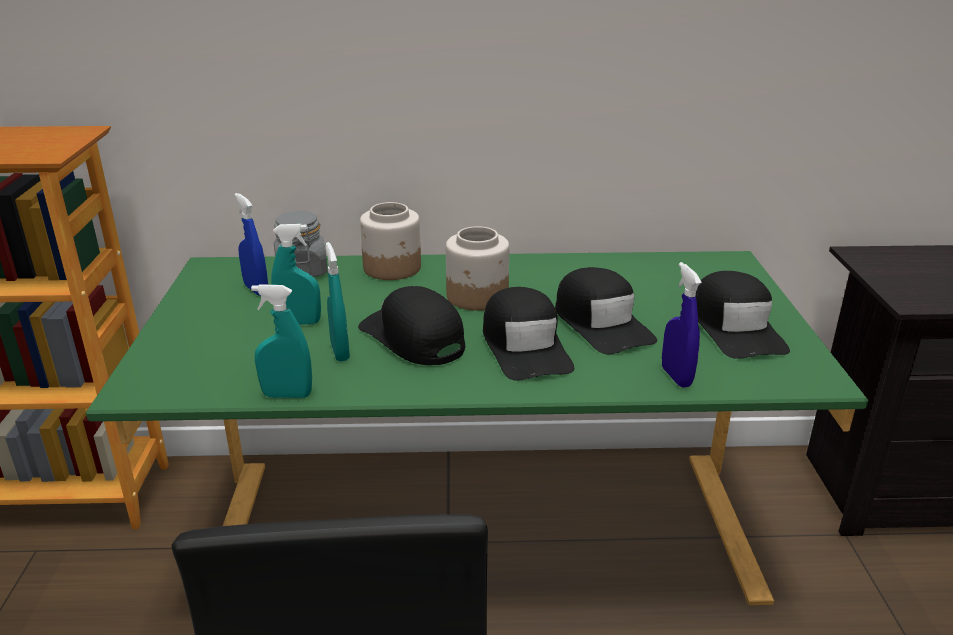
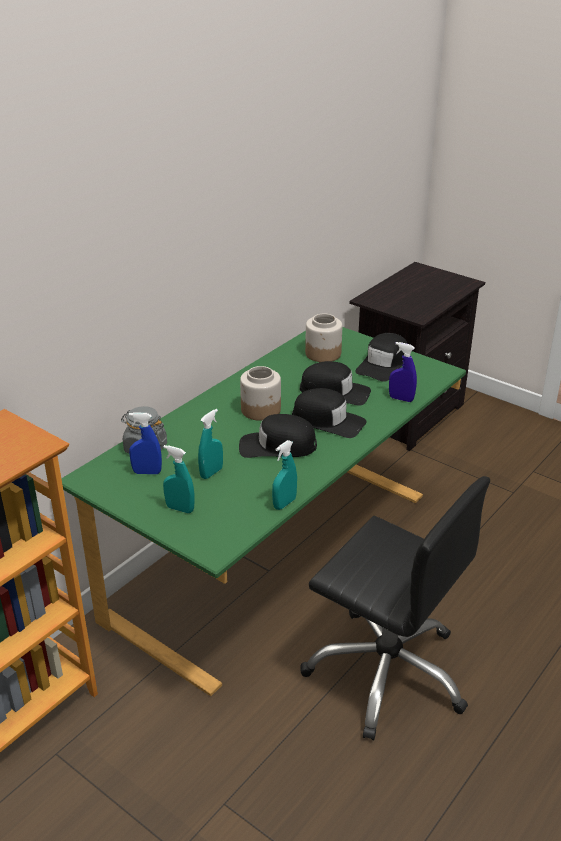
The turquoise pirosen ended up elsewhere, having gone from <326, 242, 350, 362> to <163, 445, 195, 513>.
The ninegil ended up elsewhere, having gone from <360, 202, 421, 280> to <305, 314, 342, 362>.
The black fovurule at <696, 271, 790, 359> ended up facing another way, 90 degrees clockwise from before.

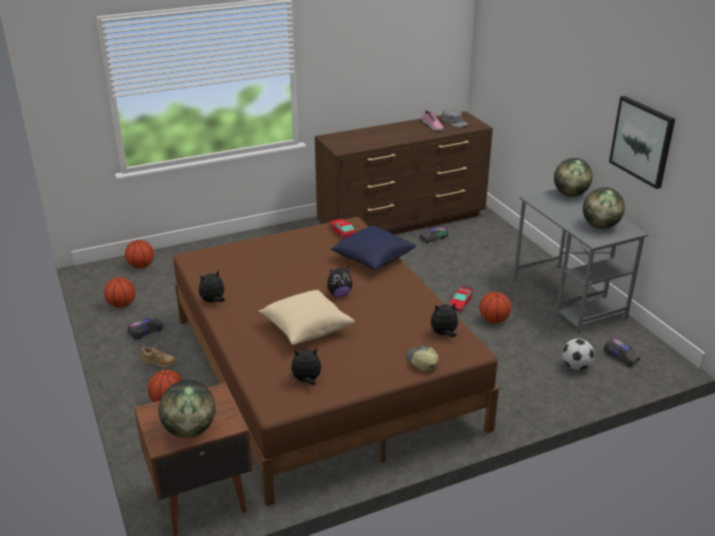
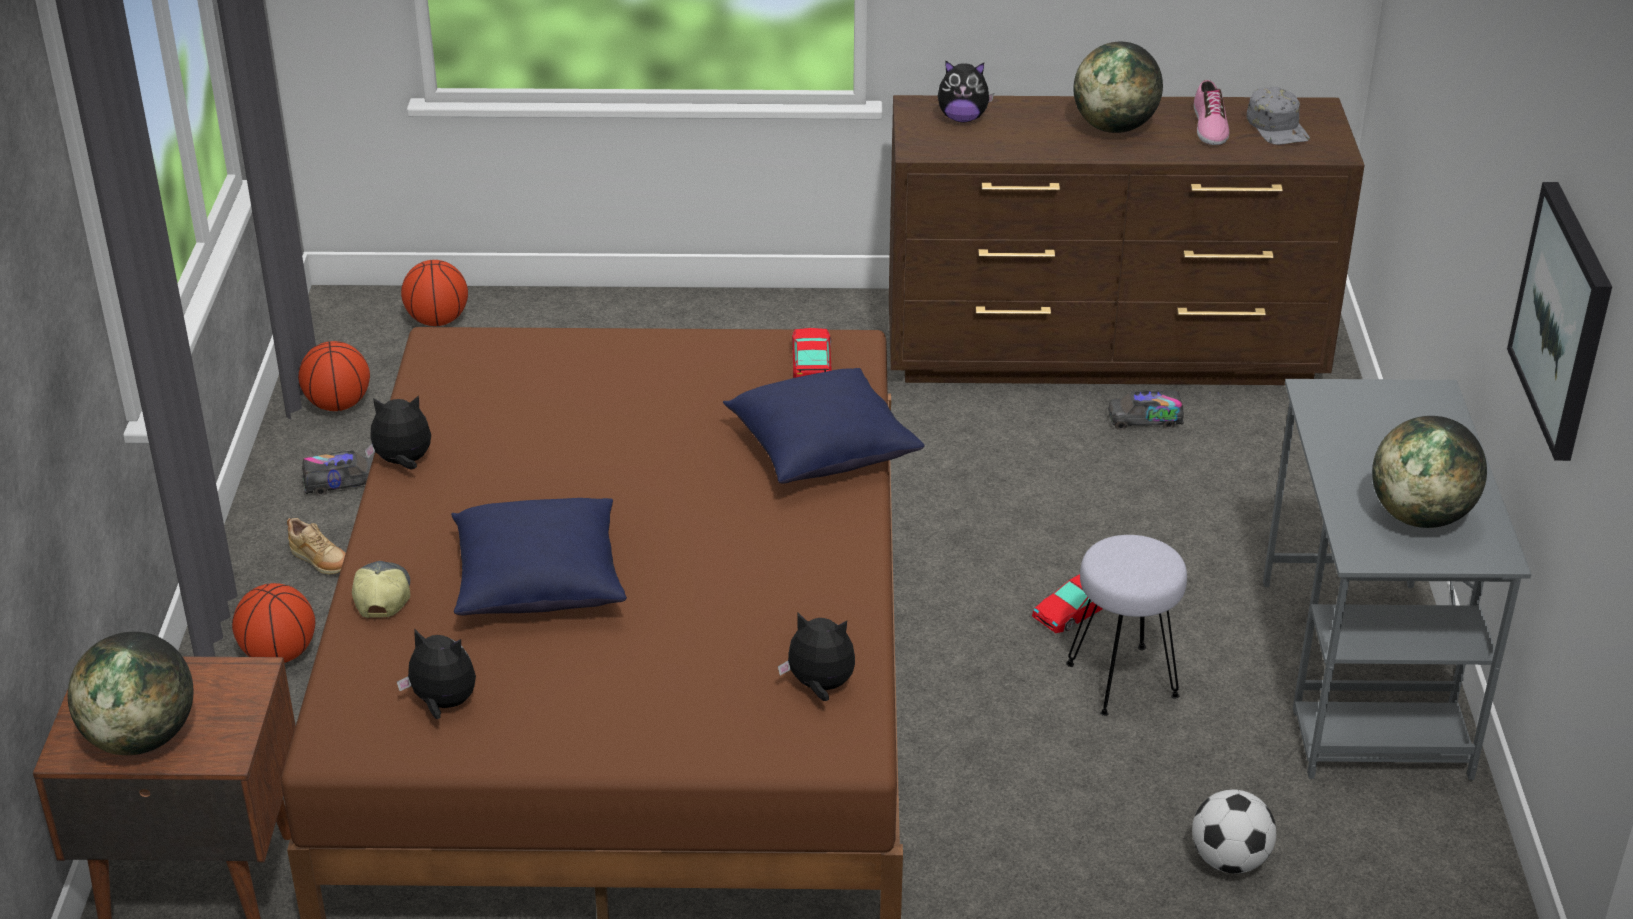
The second view lost the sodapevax at <603, 338, 640, 367>.
The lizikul ended up elsewhere, having gone from <327, 267, 353, 297> to <938, 61, 994, 122>.
The fovurule ended up elsewhere, having gone from <406, 346, 438, 372> to <352, 561, 410, 618>.
The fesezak ended up elsewhere, having gone from <554, 158, 593, 196> to <1073, 42, 1163, 133>.
Where the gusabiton stood at <479, 292, 511, 323>, the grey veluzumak came to stand at <1066, 535, 1187, 716>.
What was the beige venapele at <259, 290, 355, 345> turned into the blue venapele at <451, 498, 627, 615>.

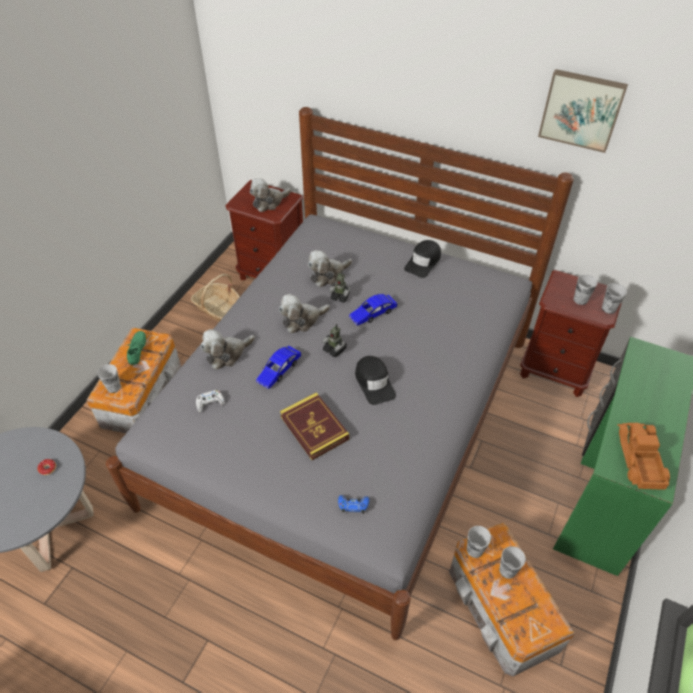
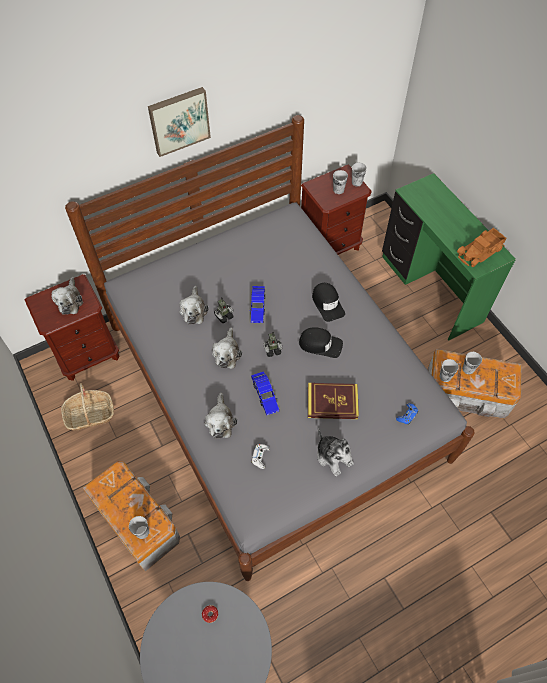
The second view lost the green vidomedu at <125, 331, 146, 365>.
The second view gained the lizikul at <317, 429, 354, 477>.
The black fovurule ended up elsewhere, having gone from <404, 240, 441, 278> to <312, 283, 345, 322>.
The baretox ended up elsewhere, having gone from <538, 69, 628, 153> to <148, 87, 211, 157>.
The sodapevax at <618, 423, 670, 490> ended up facing another way, 75 degrees counterclockwise from before.

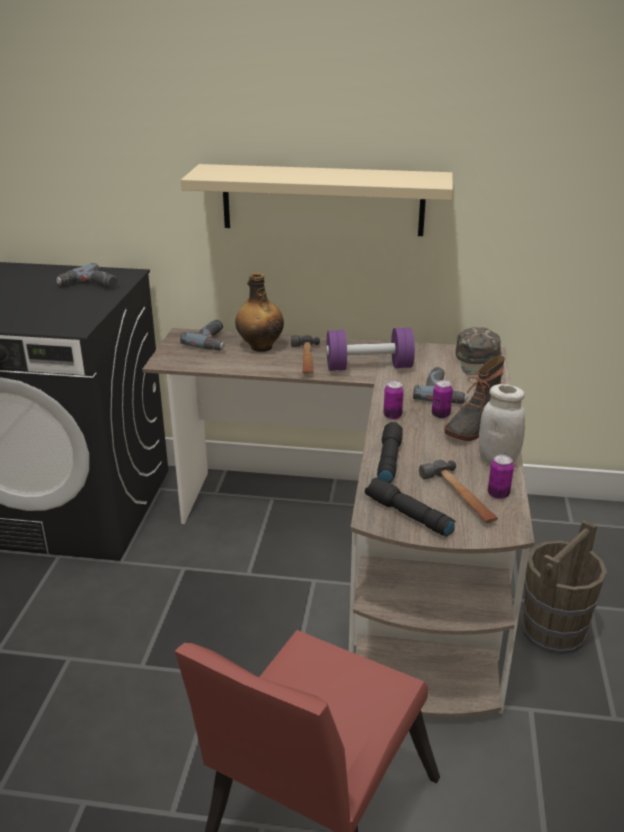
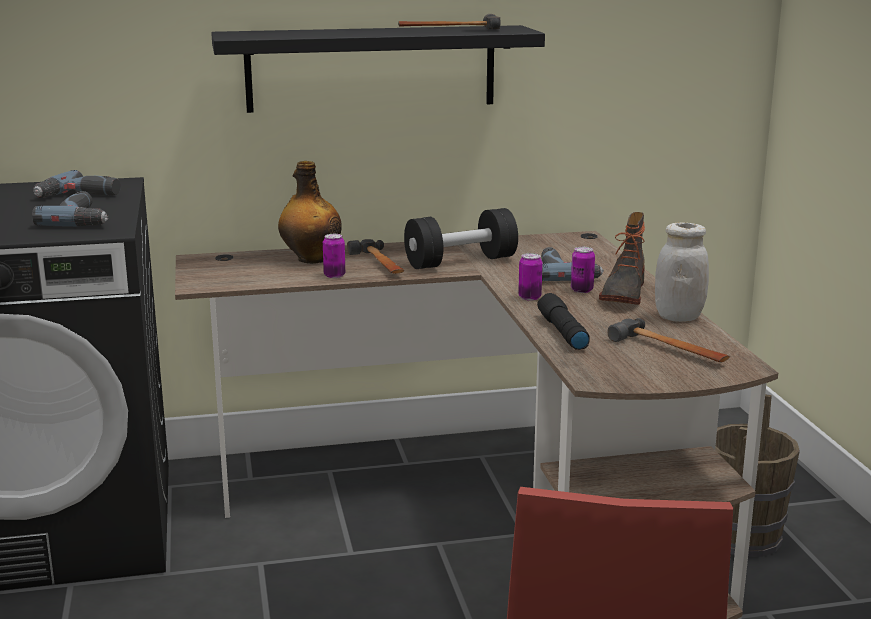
The second view lost the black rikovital at <365, 477, 455, 537>.
The second view lost the green fovurule at <455, 327, 504, 375>.
The second view gained the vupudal at <398, 14, 501, 30>.
The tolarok ended up elsewhere, having gone from <180, 320, 225, 351> to <32, 191, 108, 227>.
The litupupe ended up elsewhere, having gone from <488, 455, 514, 499> to <323, 234, 345, 278>.
What was the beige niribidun at <181, 164, 453, 236> turned into the black niribidun at <211, 25, 545, 113>.
What was the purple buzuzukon at <326, 328, 415, 371> turned into the black buzuzukon at <404, 208, 518, 269>.

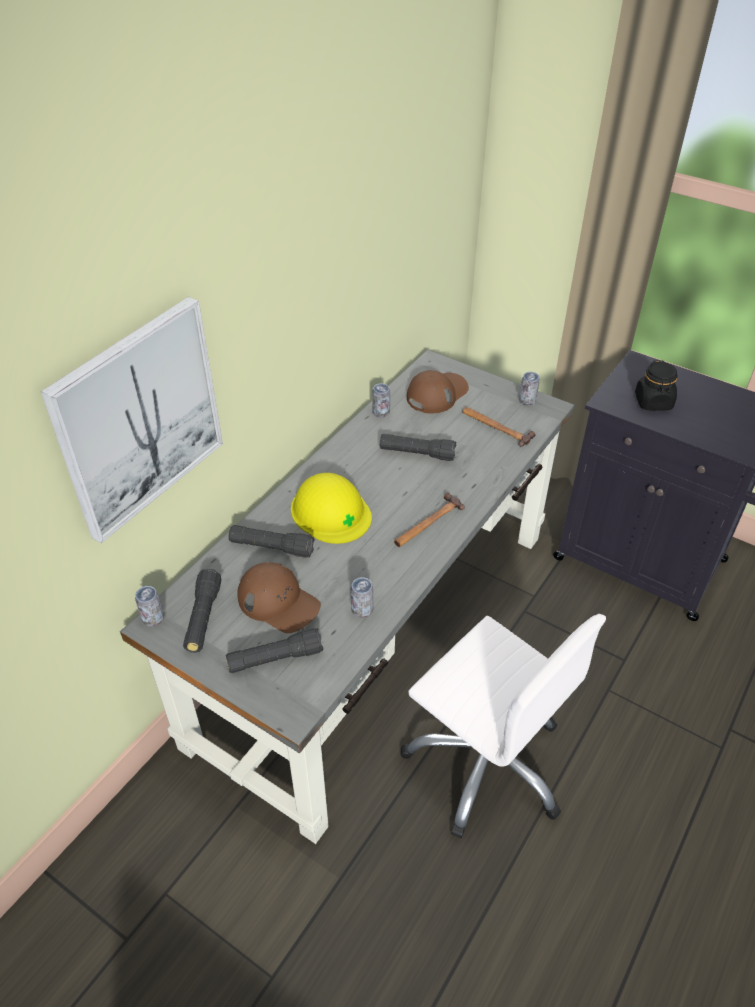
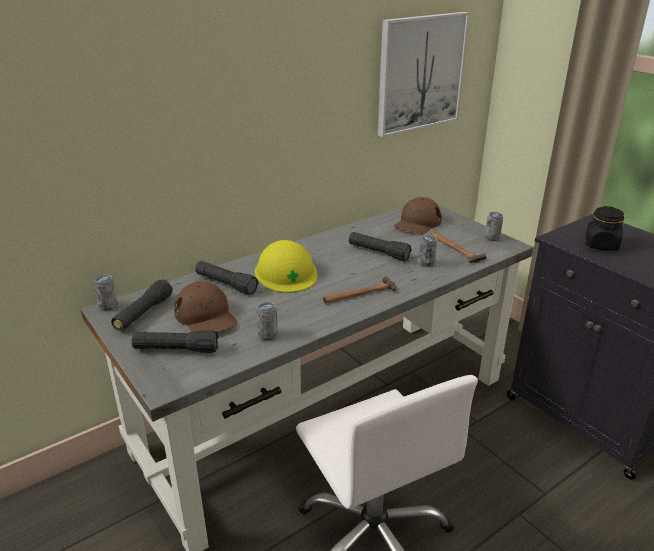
The baretox ended up elsewhere, having gone from <41, 297, 223, 543> to <378, 12, 470, 137>.
The litupupe ended up elsewhere, having gone from <372, 383, 390, 417> to <419, 235, 437, 267>.
The brown fovurule at <407, 370, 469, 414> ended up facing another way, 150 degrees clockwise from before.

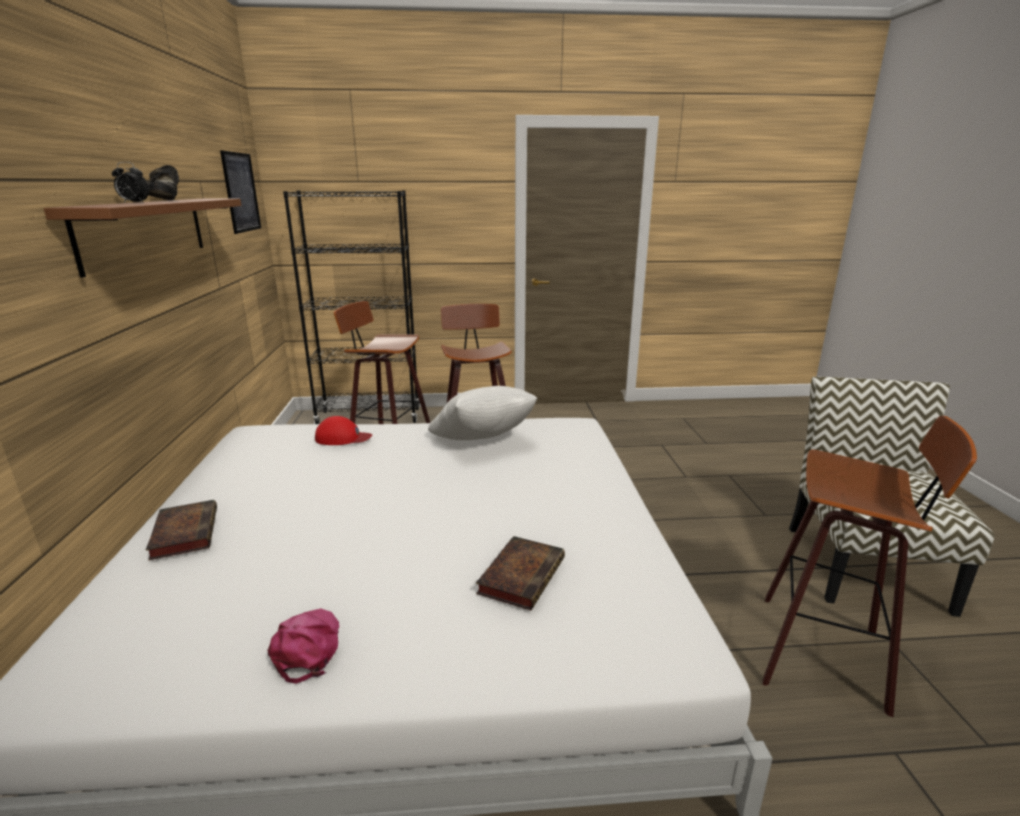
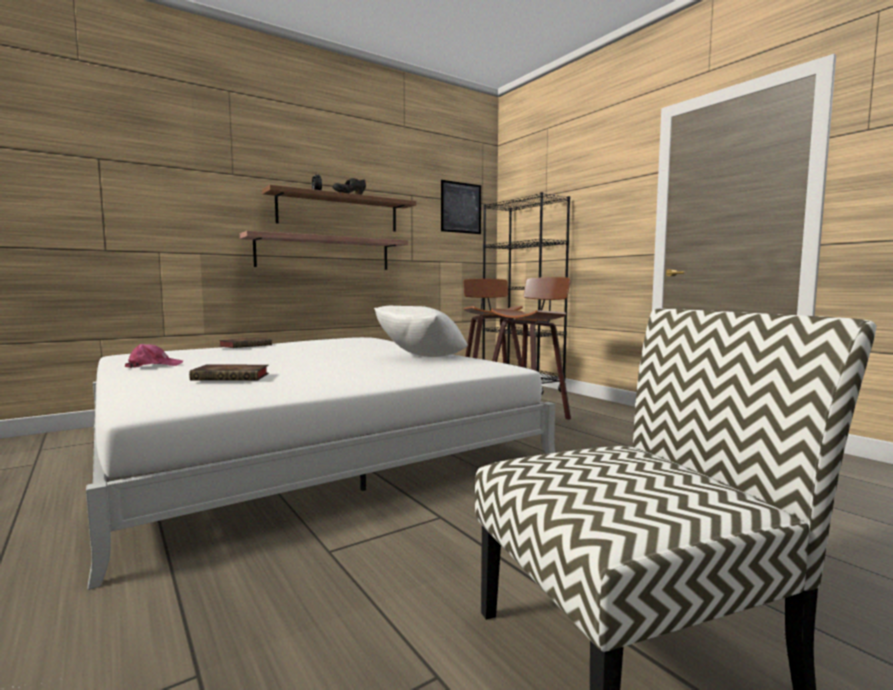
The second view lost the red fovurule at <315, 416, 372, 445>.
The second view lost the veluzumak at <763, 416, 977, 717>.
The second view gained the niribidun at <240, 231, 408, 270>.

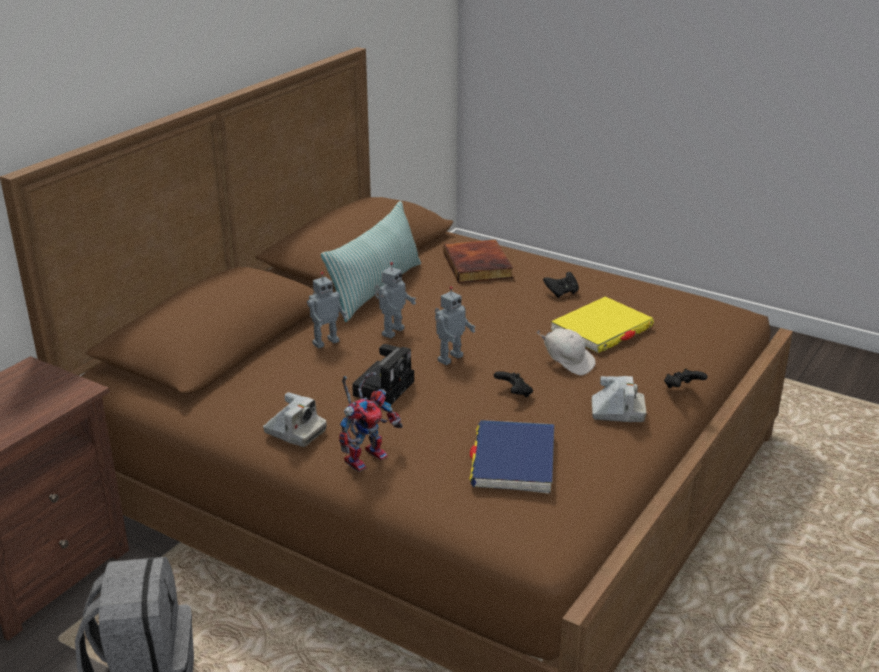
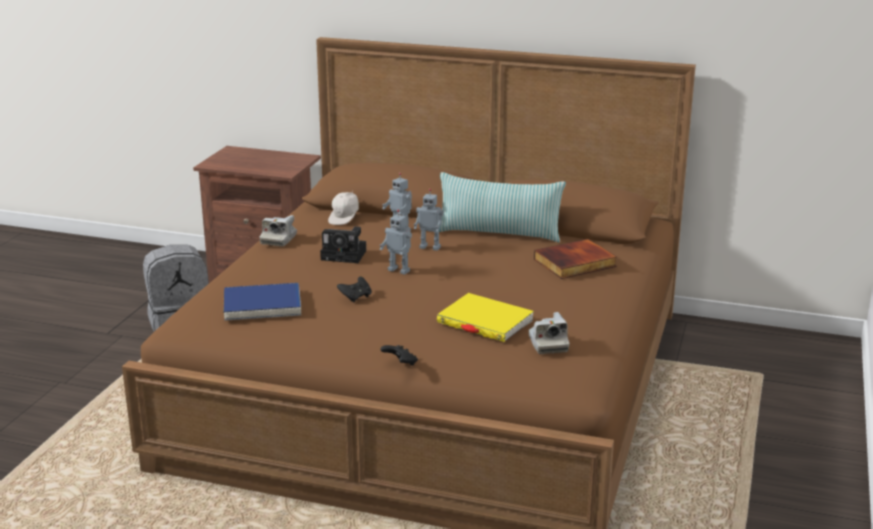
The second view lost the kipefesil at <339, 372, 403, 472>.
The second view lost the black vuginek at <543, 272, 579, 298>.
The white fovurule ended up elsewhere, having gone from <536, 329, 596, 375> to <328, 192, 359, 225>.
The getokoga ended up elsewhere, having gone from <592, 376, 647, 422> to <529, 312, 569, 354>.

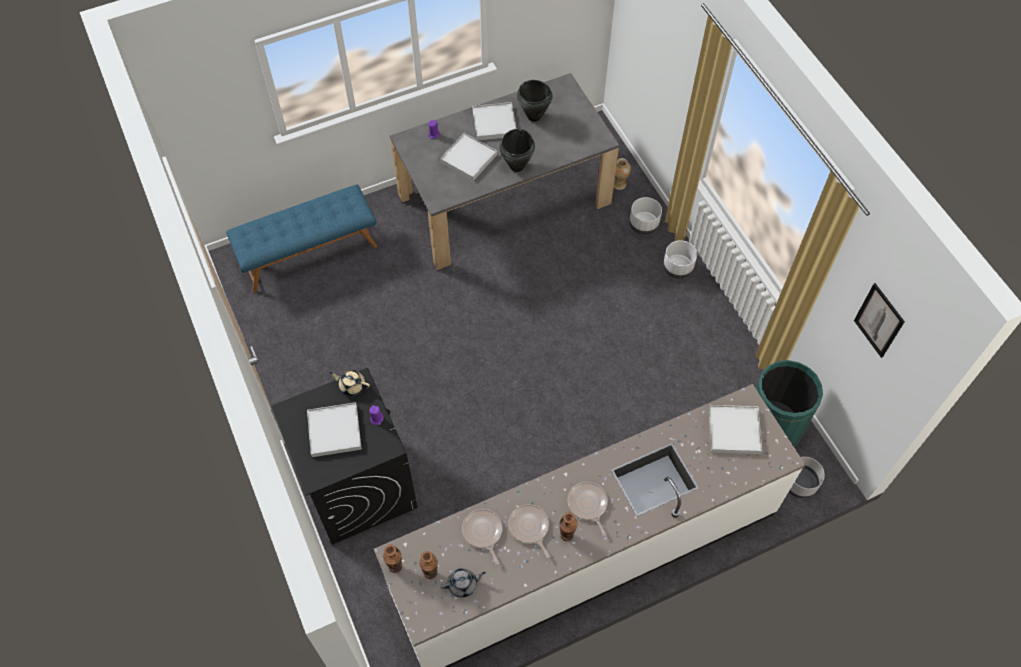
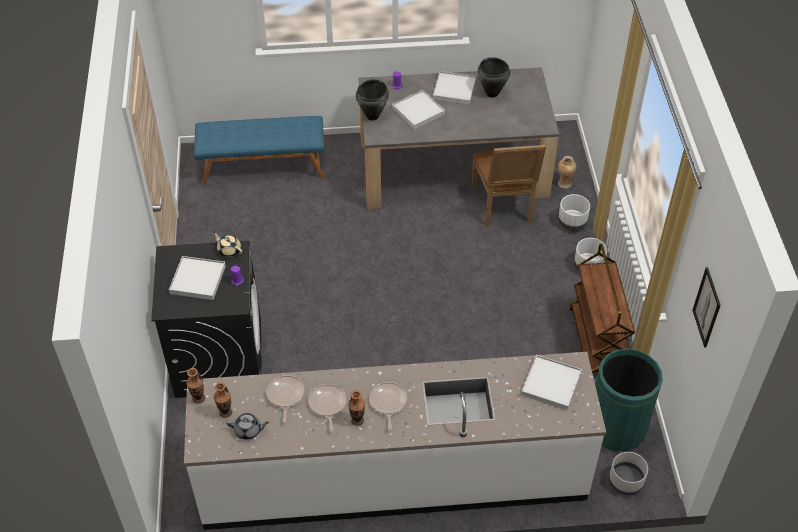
The second view gained the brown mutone at <472, 145, 546, 226>.
The second view gained the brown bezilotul at <569, 244, 635, 373>.
The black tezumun ended up elsewhere, having gone from <500, 129, 535, 172> to <356, 79, 389, 120>.

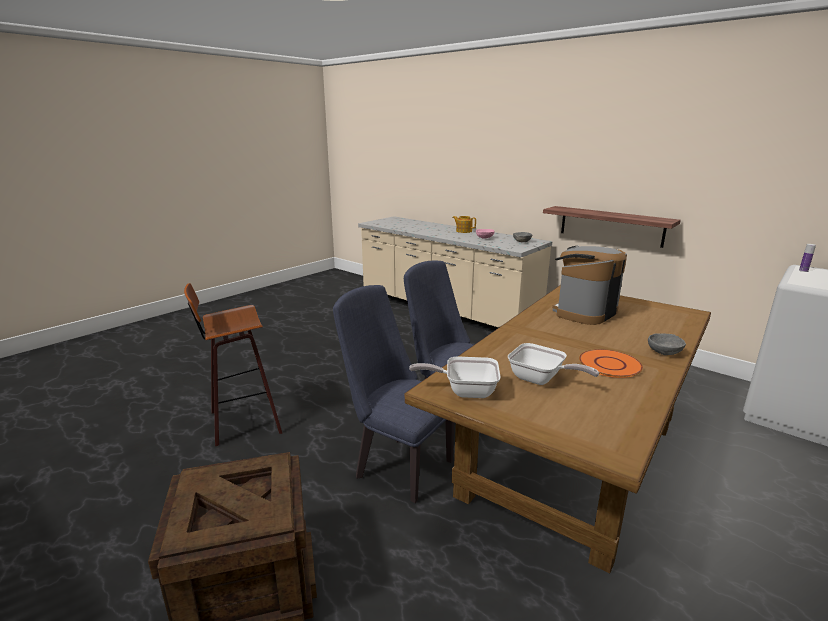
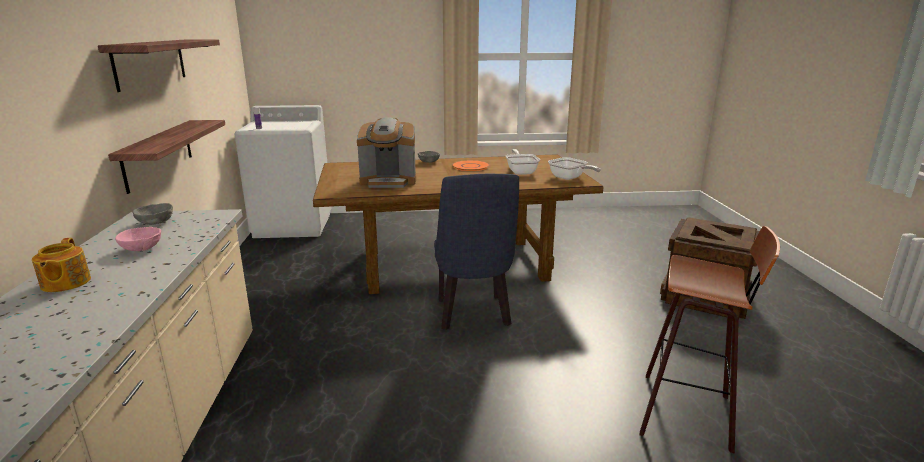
The second view lost the blue mutone at <333, 285, 454, 503>.
The second view gained the niribidun at <98, 40, 220, 92>.

